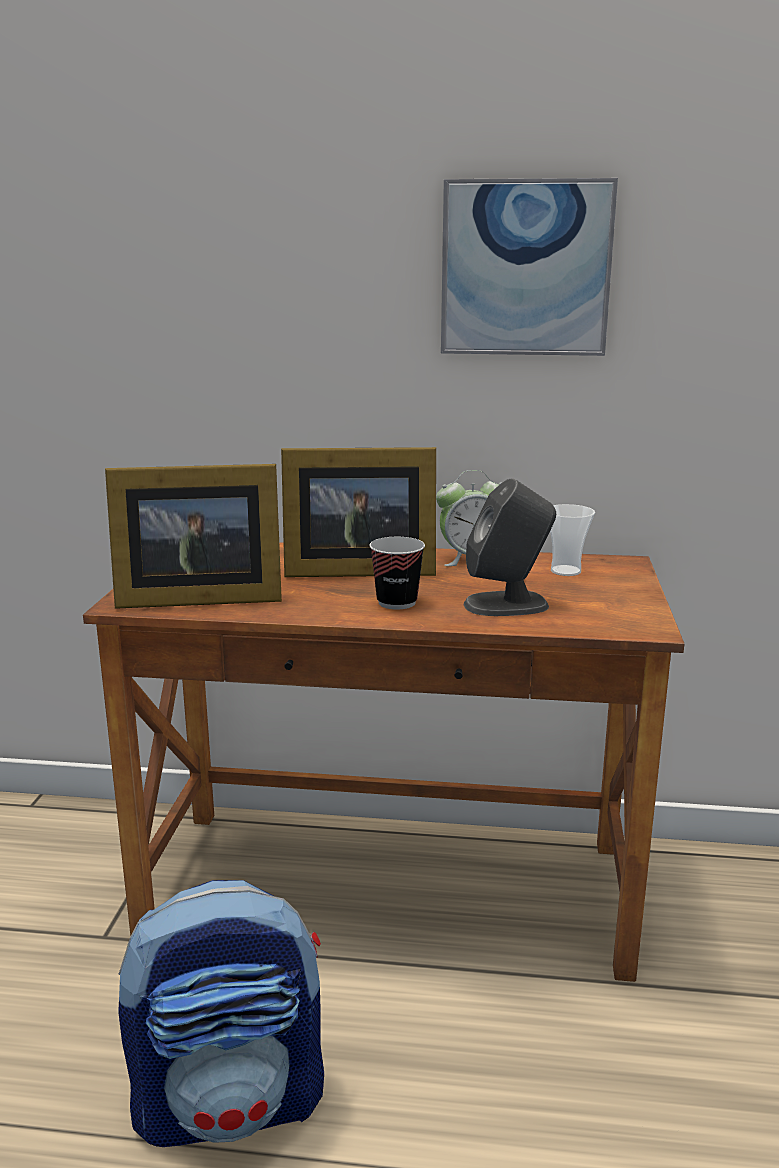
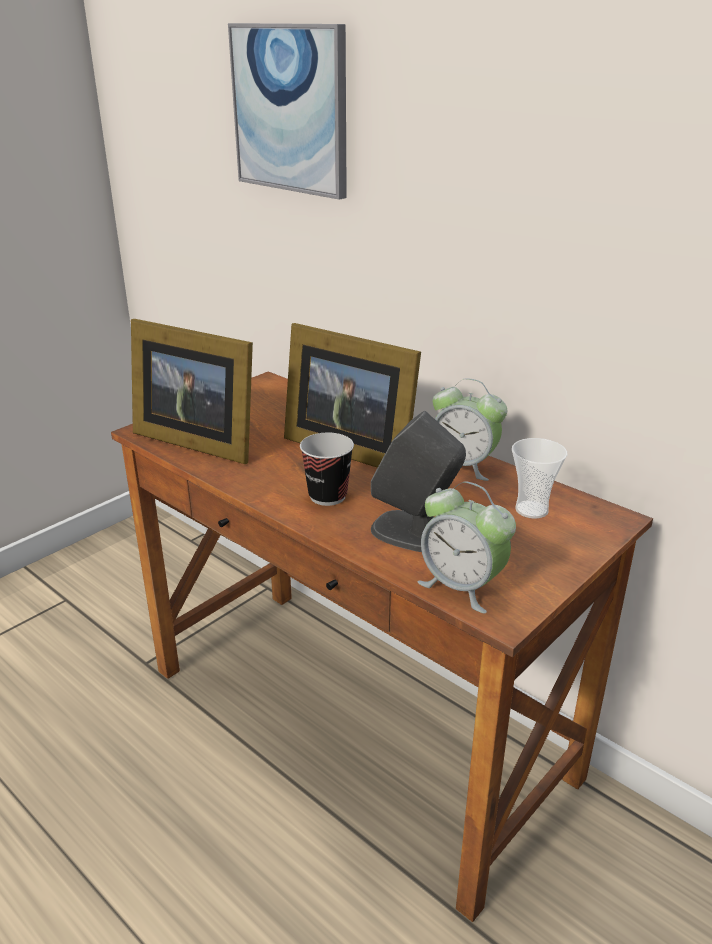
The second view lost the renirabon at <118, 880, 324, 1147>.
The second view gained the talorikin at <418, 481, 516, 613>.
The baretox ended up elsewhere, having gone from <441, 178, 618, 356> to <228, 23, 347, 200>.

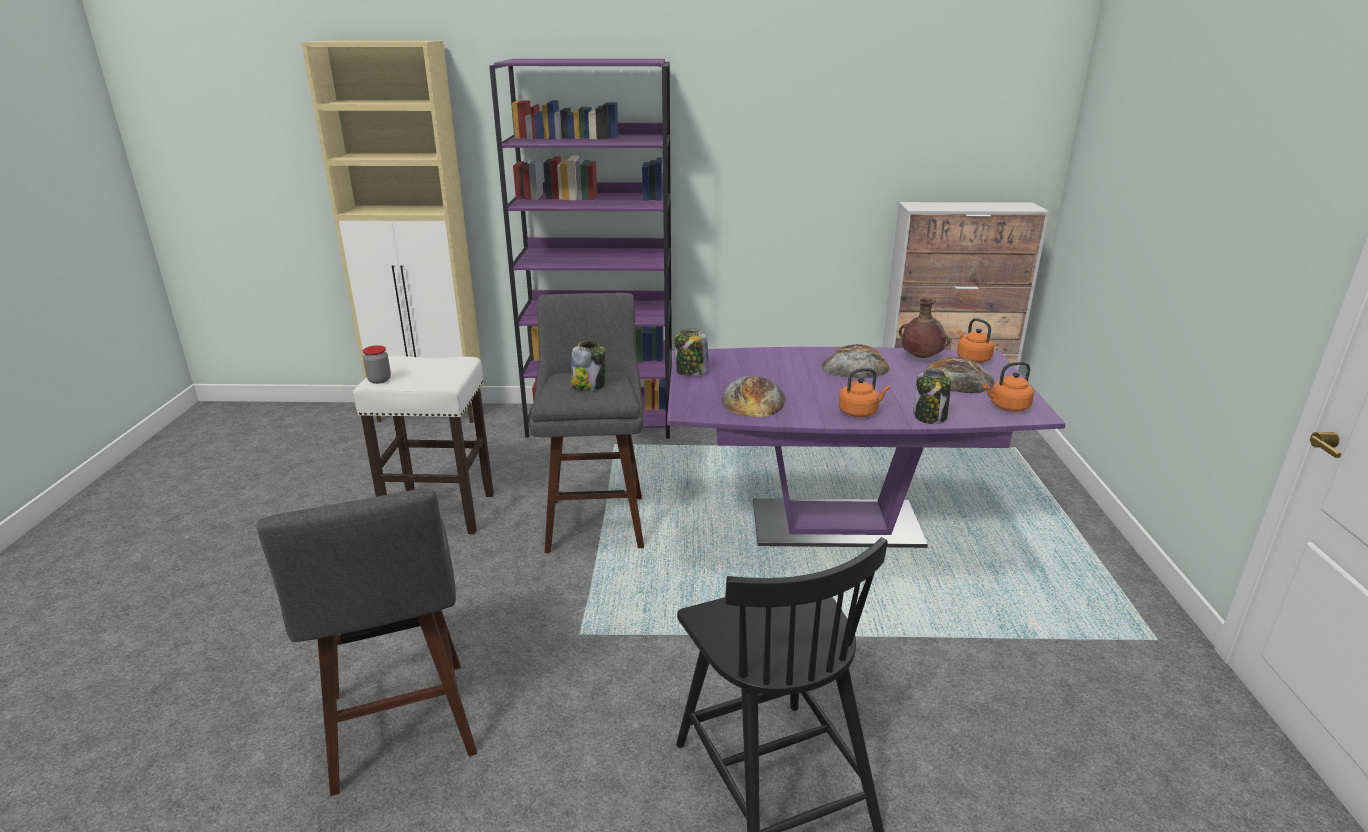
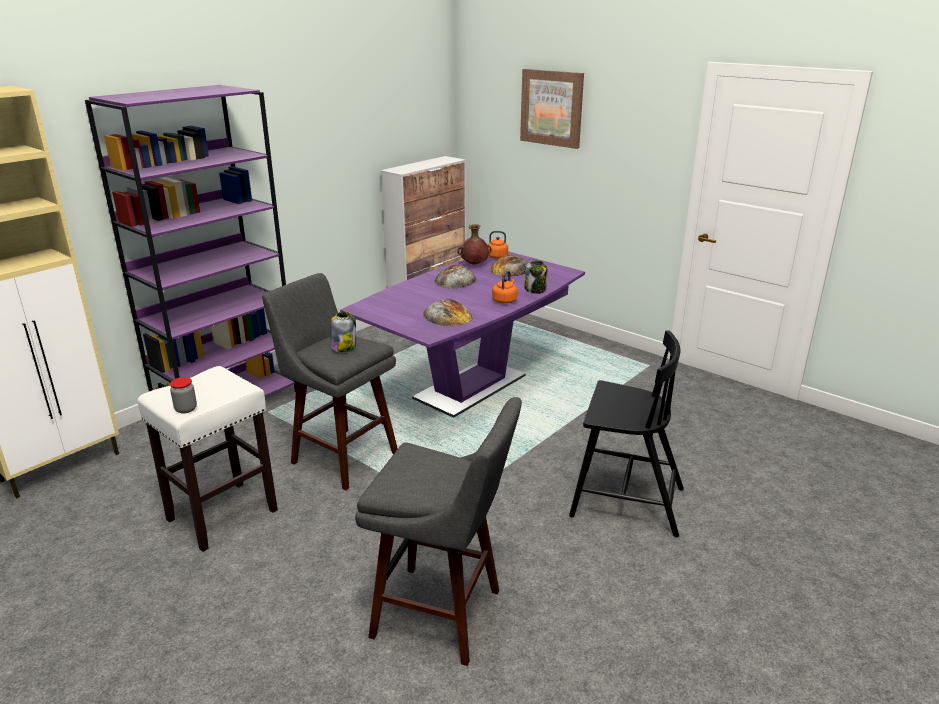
The second view lost the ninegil at <675, 328, 709, 376>.
The second view lost the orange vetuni at <983, 362, 1034, 412>.
The second view gained the baretox at <520, 69, 584, 149>.

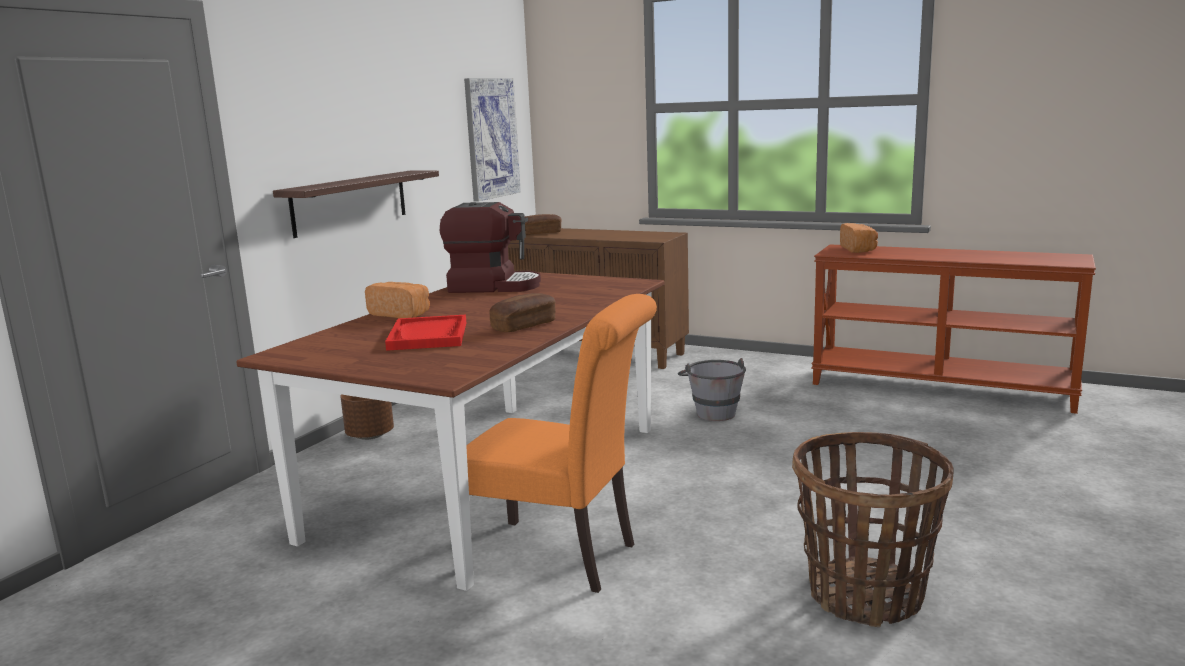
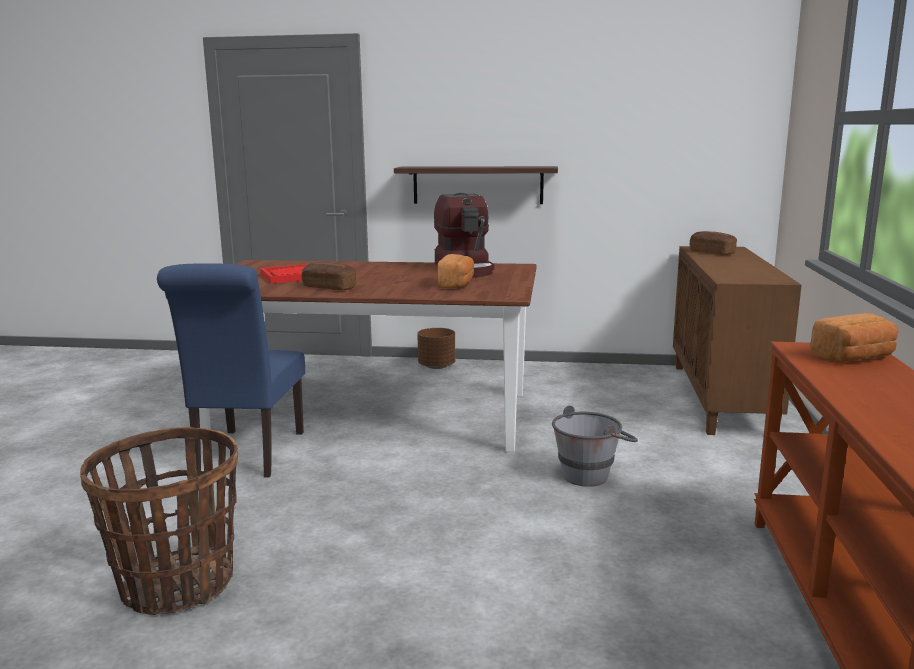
The second view lost the baretox at <464, 78, 521, 202>.
The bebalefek ended up elsewhere, having gone from <365, 282, 430, 318> to <437, 254, 474, 288>.
What was the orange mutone at <466, 294, 657, 593> turned into the blue mutone at <157, 263, 305, 478>.

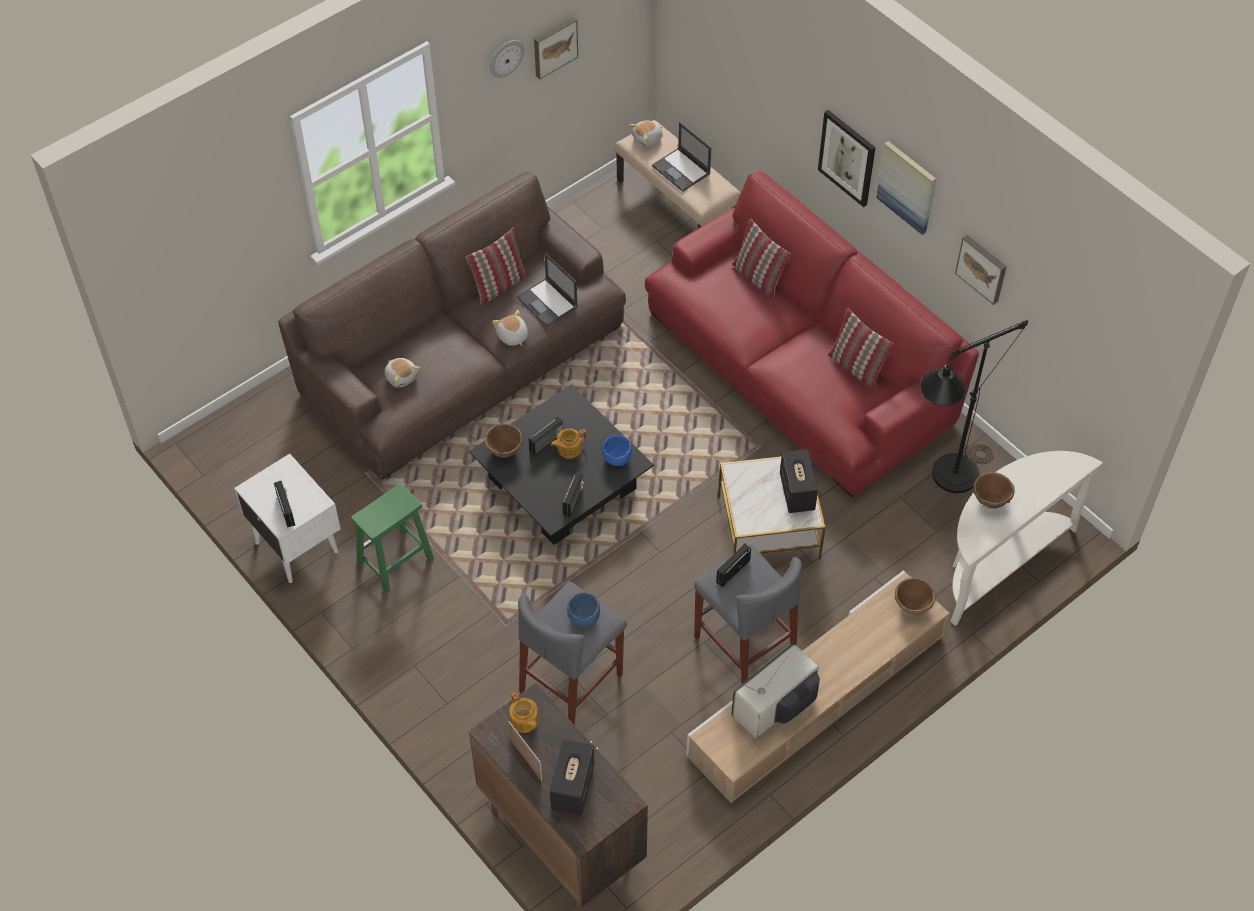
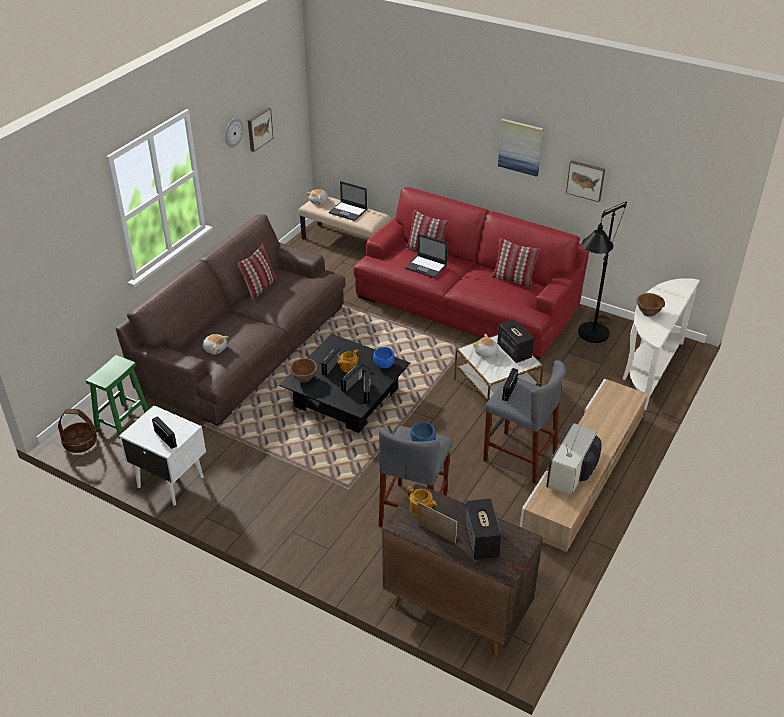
The second view lost the baretox at <818, 110, 876, 207>.
The second view lost the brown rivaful at <894, 578, 936, 614>.
The second view gained the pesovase at <58, 409, 97, 453>.
The second view gained the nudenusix at <341, 364, 363, 393>.
The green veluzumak ended up elsewhere, having gone from <351, 483, 434, 593> to <86, 355, 149, 439>.
The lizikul ended up elsewhere, having gone from <492, 310, 528, 346> to <473, 334, 499, 358>.
The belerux ended up elsewhere, having gone from <517, 253, 578, 327> to <405, 234, 448, 278>.

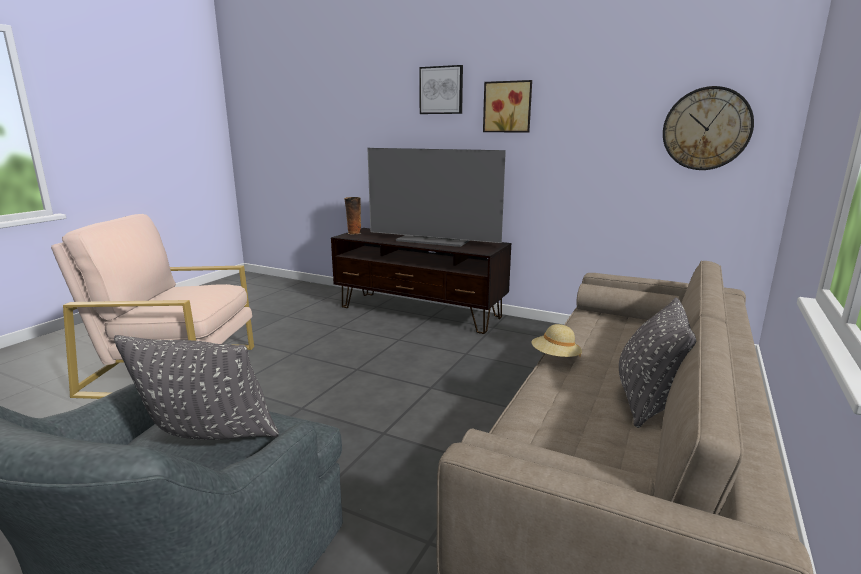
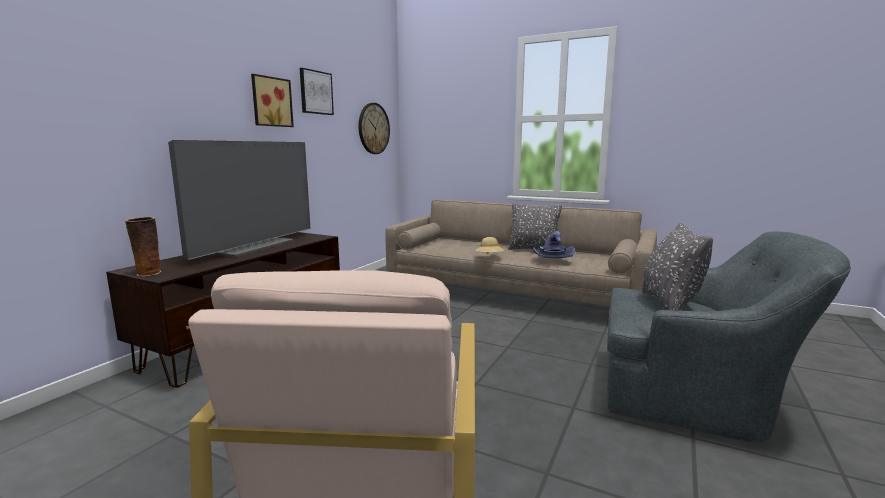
The second view gained the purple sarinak at <533, 231, 575, 258>.
The baretox ended up elsewhere, having gone from <419, 65, 463, 114> to <300, 68, 334, 115>.

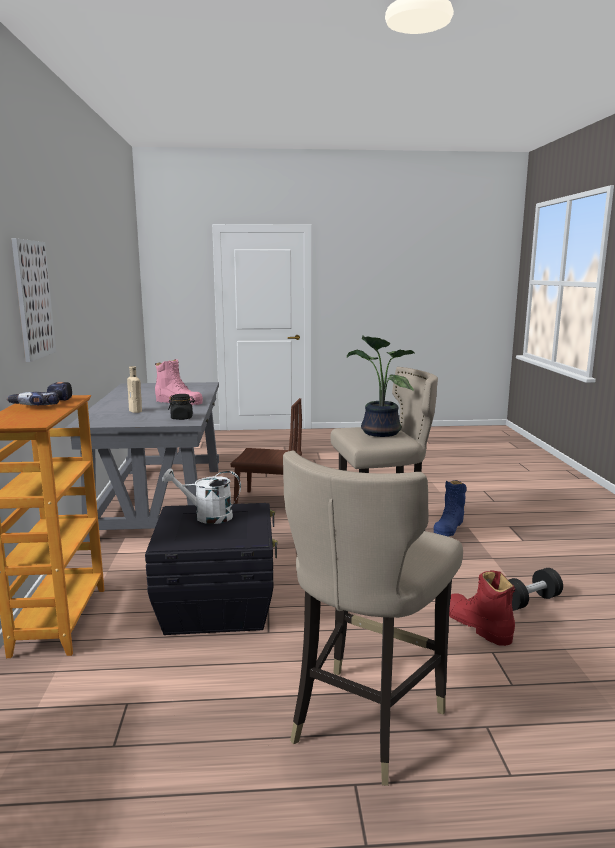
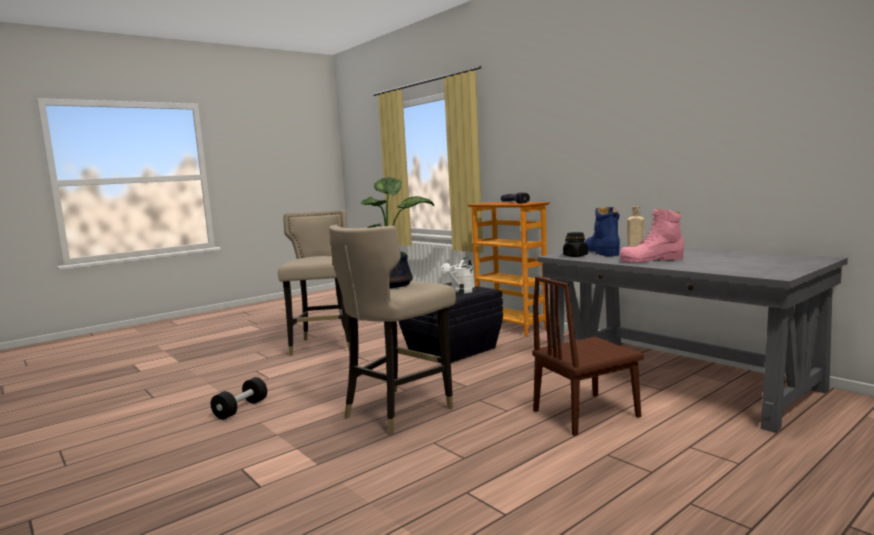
The second view lost the baretox at <11, 238, 56, 362>.
The second view lost the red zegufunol at <449, 570, 516, 646>.
The blue zegufunol ended up elsewhere, having gone from <434, 480, 467, 537> to <585, 207, 620, 256>.
The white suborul at <162, 469, 241, 524> ended up facing another way, 150 degrees clockwise from before.

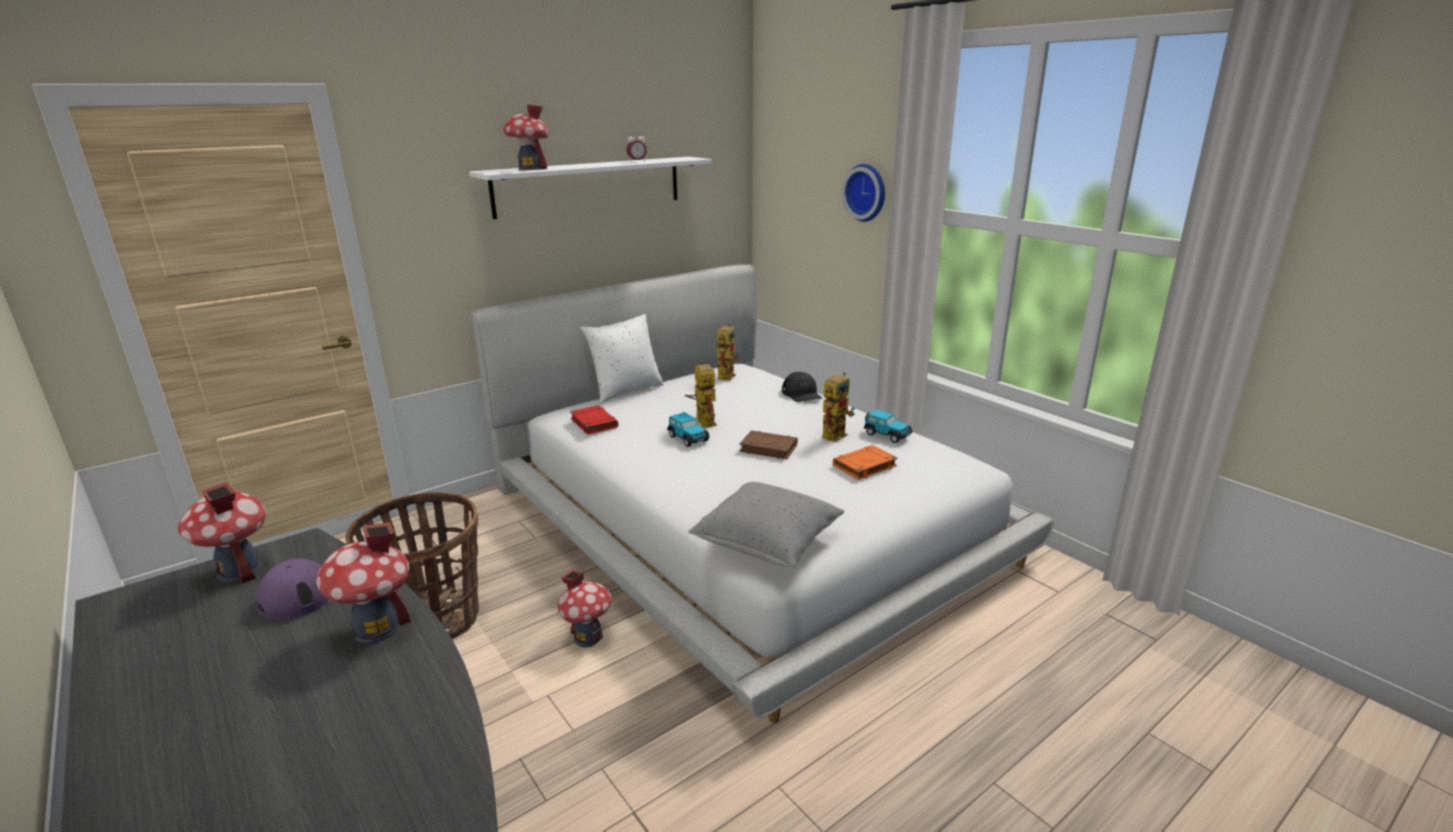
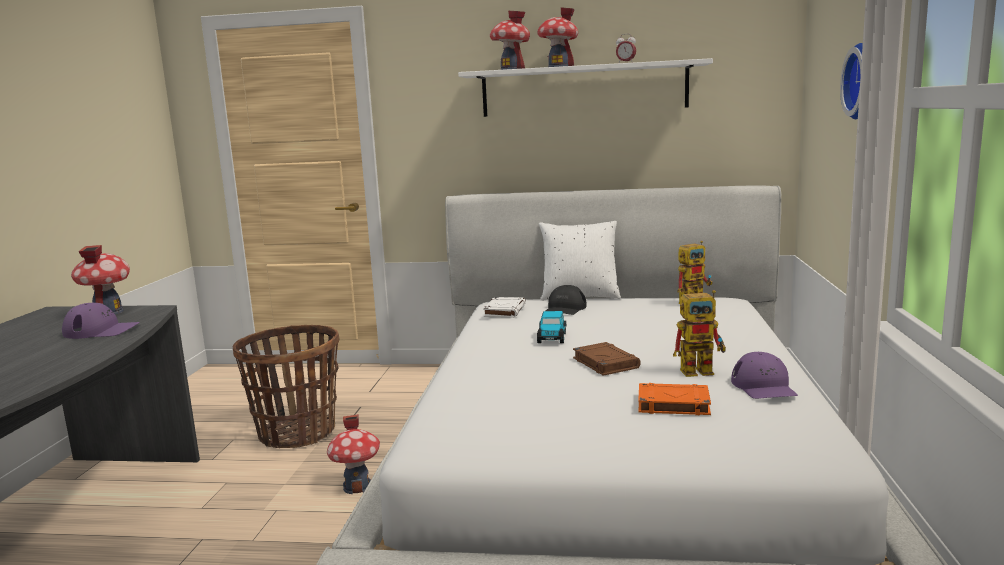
The second view lost the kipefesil at <685, 360, 717, 428>.
The second view lost the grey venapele at <688, 482, 844, 568>.
The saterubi ended up elsewhere, having gone from <316, 522, 411, 644> to <537, 7, 578, 67>.
The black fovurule ended up elsewhere, having gone from <782, 372, 822, 402> to <545, 285, 587, 315>.
Where the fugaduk stood at <864, 409, 913, 443>, the purple fovurule came to stand at <731, 352, 798, 399>.
What was the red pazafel at <570, 405, 619, 435> turned into the white pazafel at <483, 297, 526, 318>.

